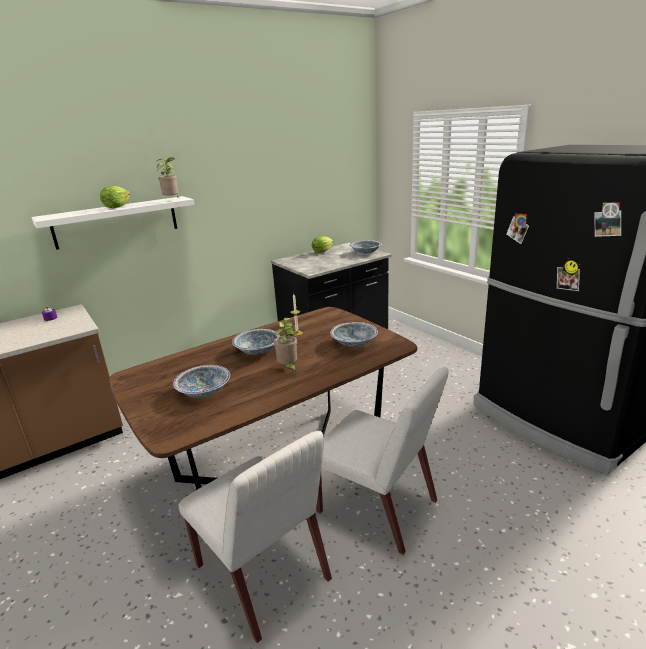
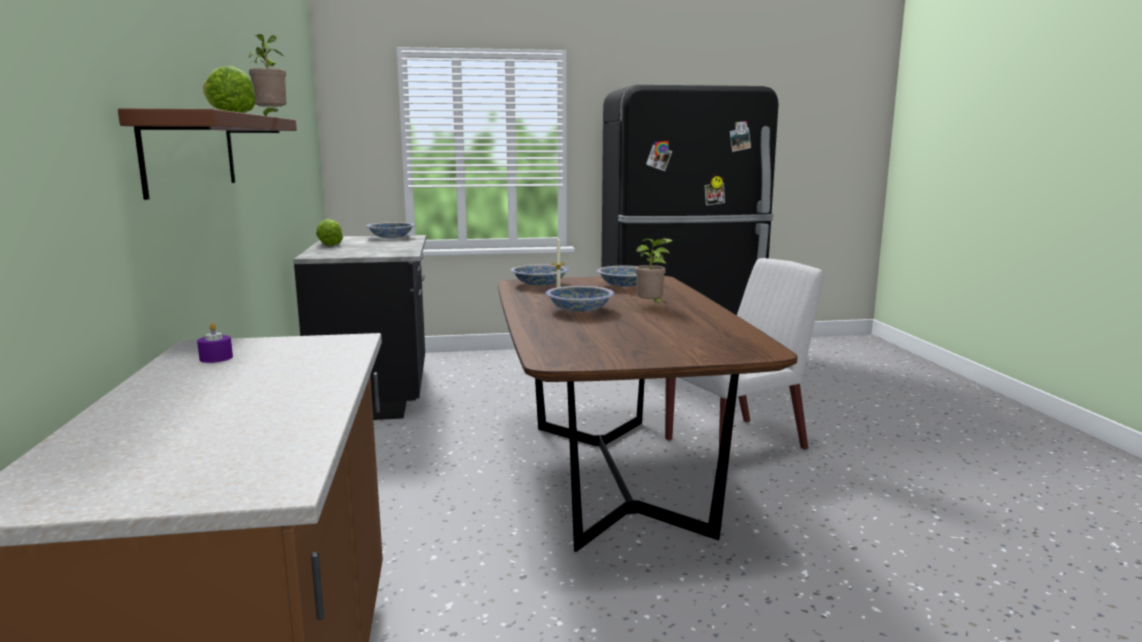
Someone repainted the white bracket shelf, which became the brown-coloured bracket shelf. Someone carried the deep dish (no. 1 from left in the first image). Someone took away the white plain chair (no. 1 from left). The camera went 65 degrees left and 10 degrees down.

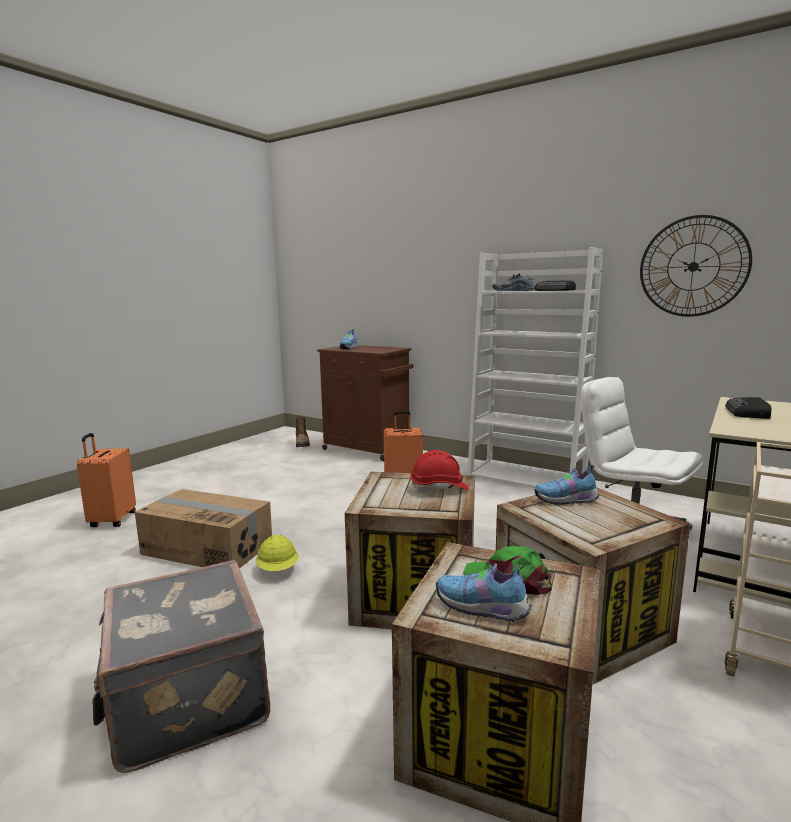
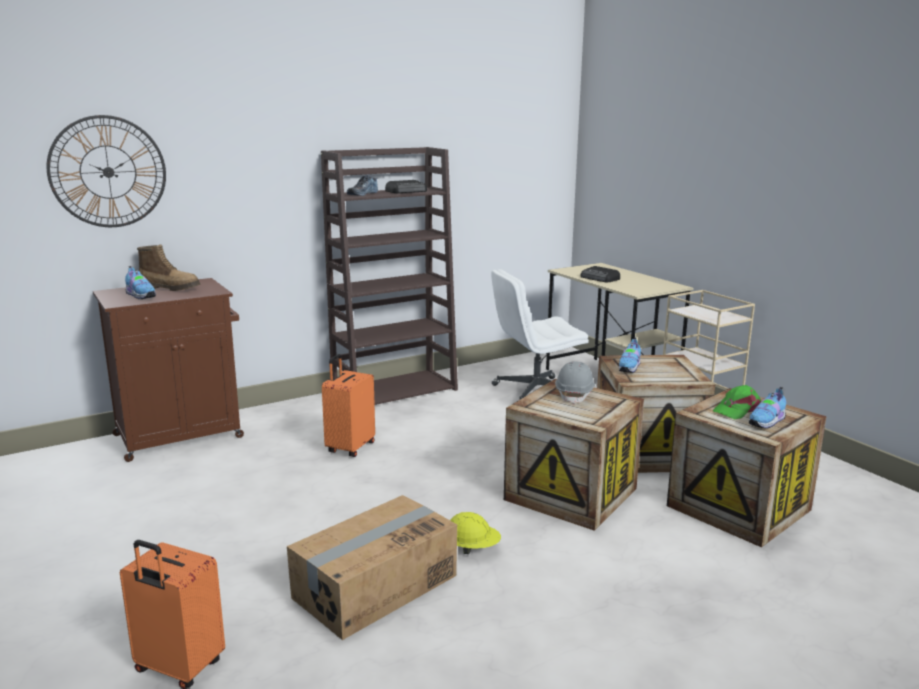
Someone carried the hanging clock. Someone carried the boot. Someone repainted the white shelving unit, which became the brown-coloured shelving unit. Someone repainted the reddish hard hat, which became the grey hard hat. Someone took away the grey piece of luggage. The camera went 65 degrees left and 5 degrees up.

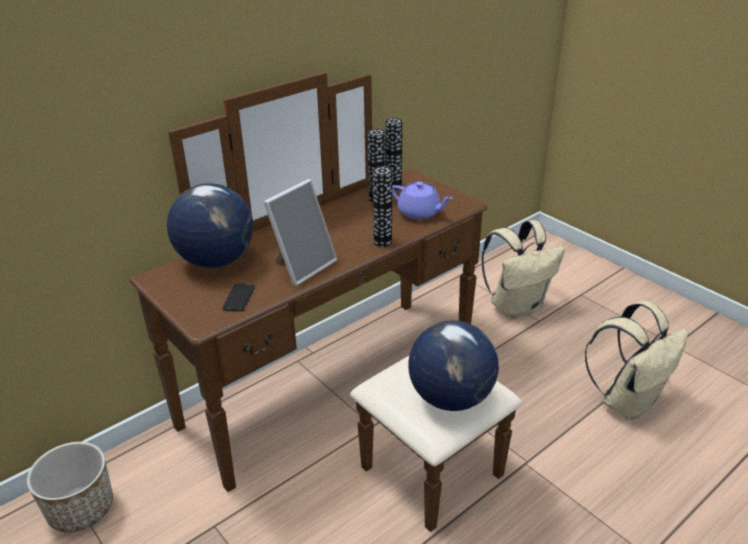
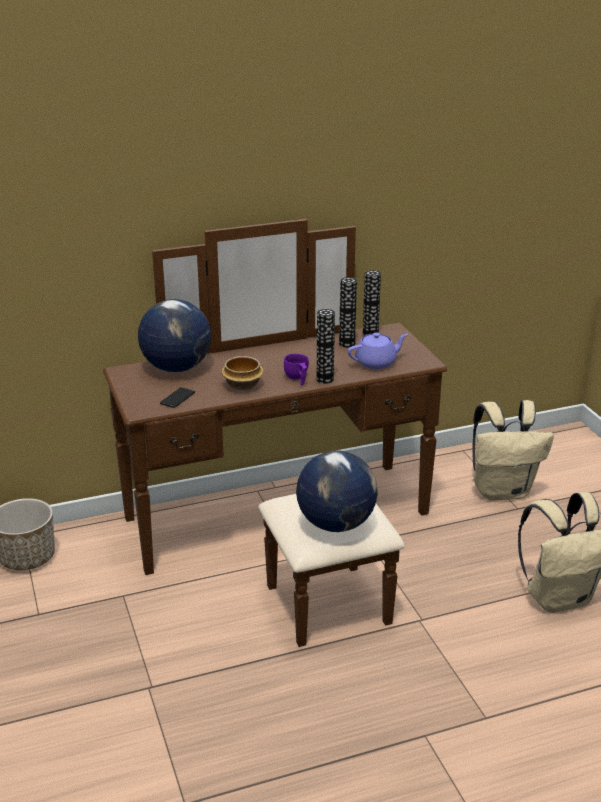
Someone swapped the photo frame for the deep dish. Someone put down the purple small cup. Someone rotated the purple tea pot by 75 degrees counterclockwise. The camera went 20 degrees right and 5 degrees down.

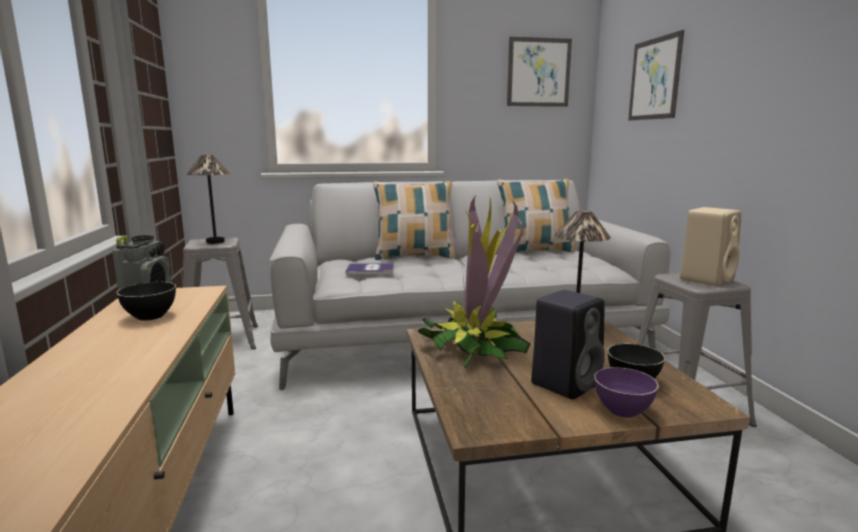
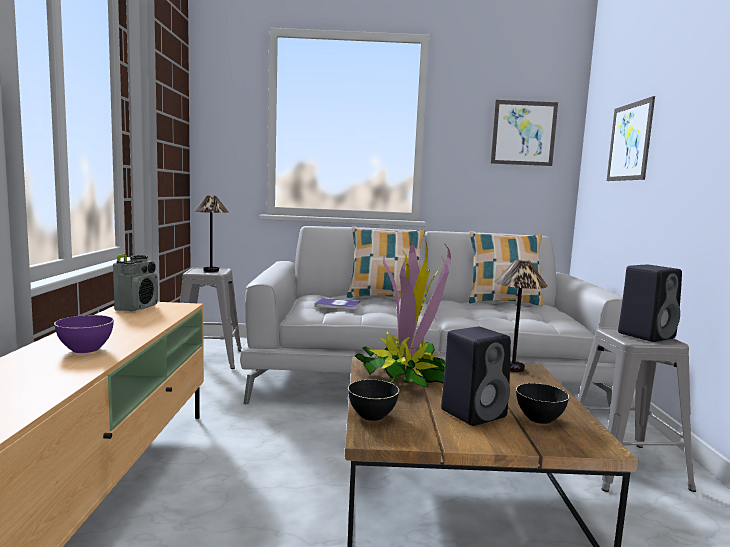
Someone carried the purple deep dish. Someone carried the black deep dish (no. 1 from left). Someone repainted the sand-coloured loudspeaker, which became the black loudspeaker (no. 2 from left). The camera went 10 degrees right and 5 degrees down.

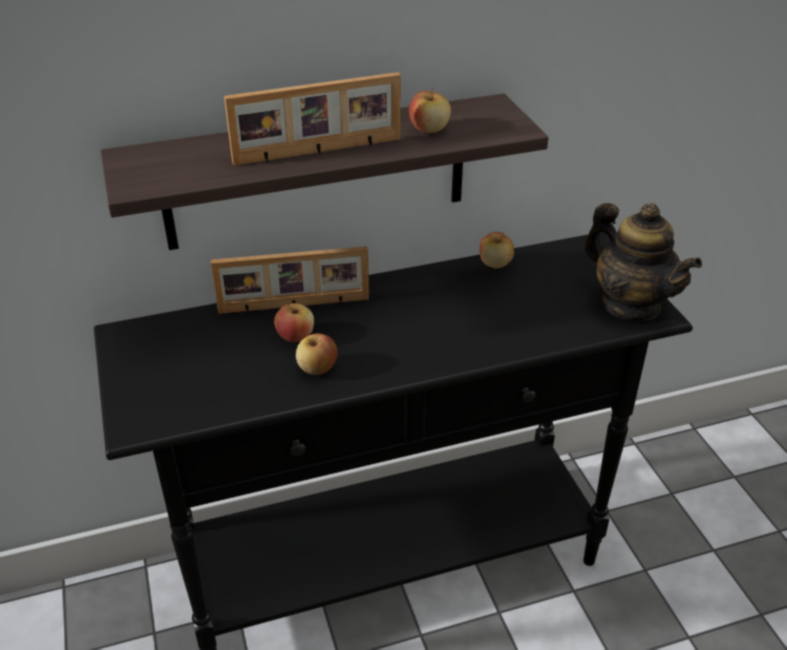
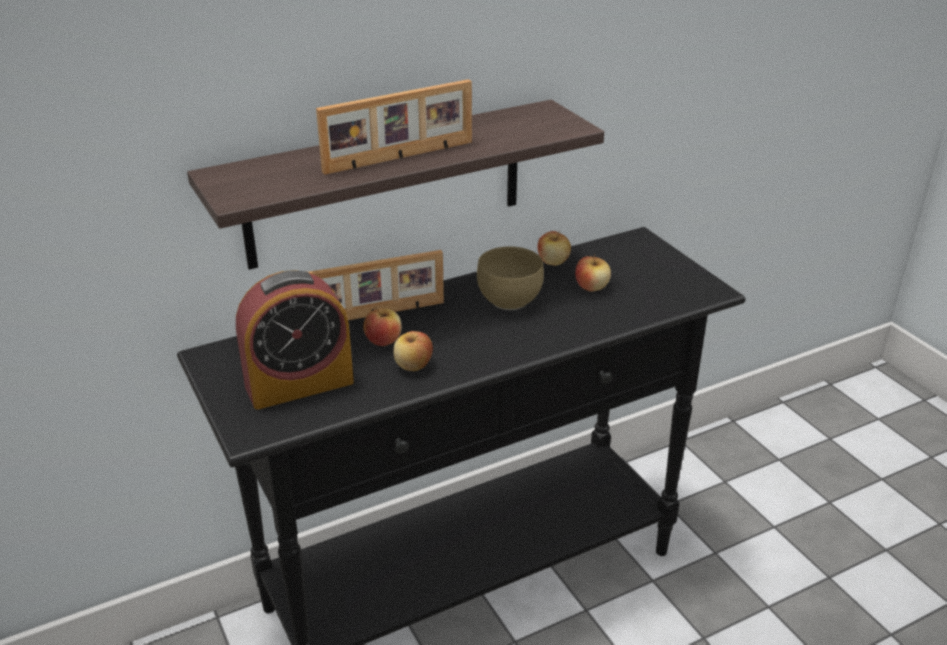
Someone put down the table clock. Someone put down the brown-coloured deep dish. Someone carried the apple fruit (no. 3 from left in the first image). Someone took away the tea pot. The camera went 10 degrees left and 5 degrees down.

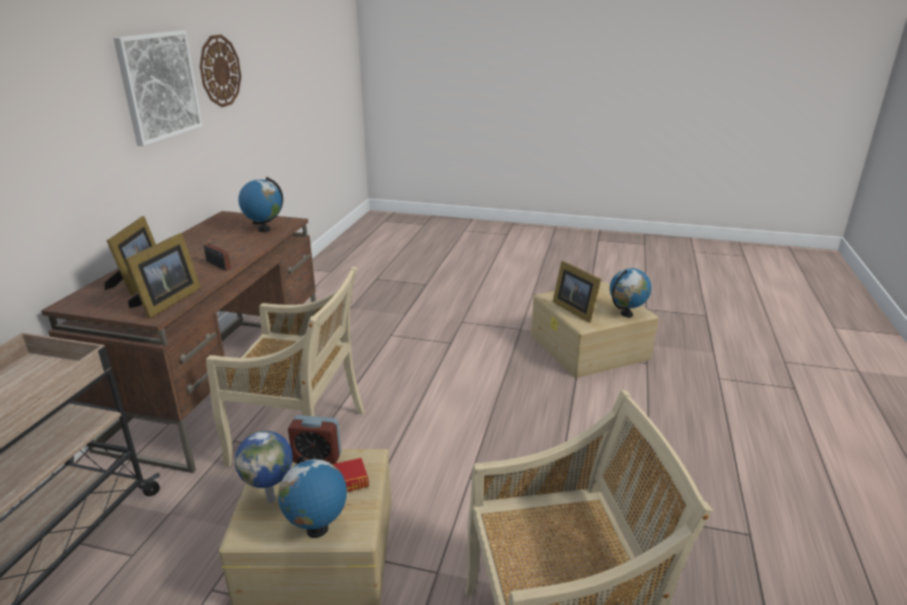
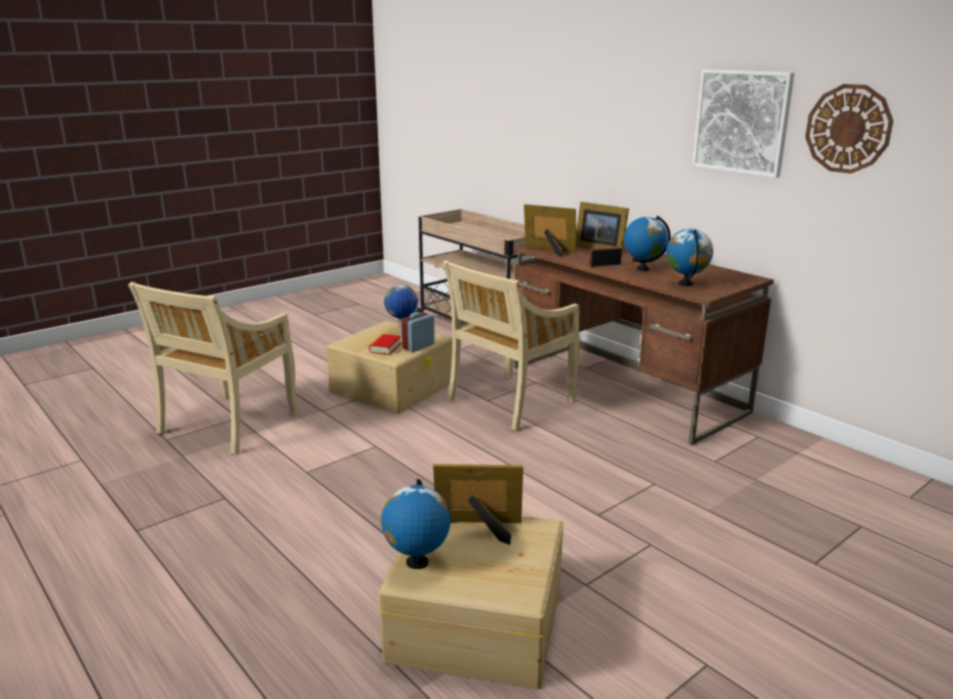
Someone rotated the photo frame (no. 2 from left) by 150 degrees clockwise. Someone carried the world globe (no. 3 from left). The camera went 125 degrees right and 5 degrees down.

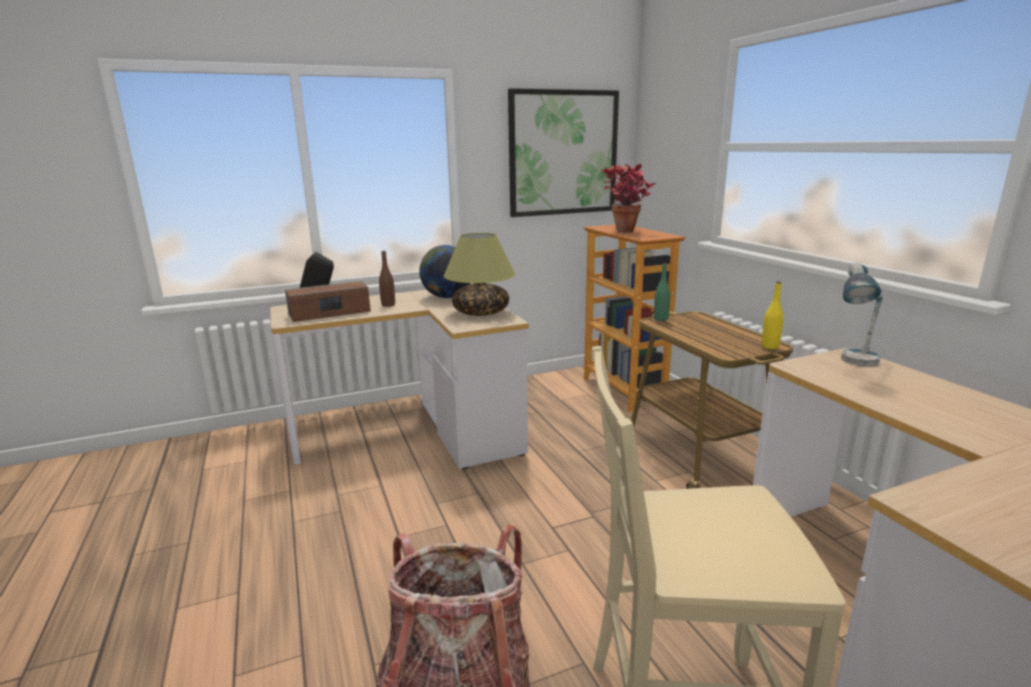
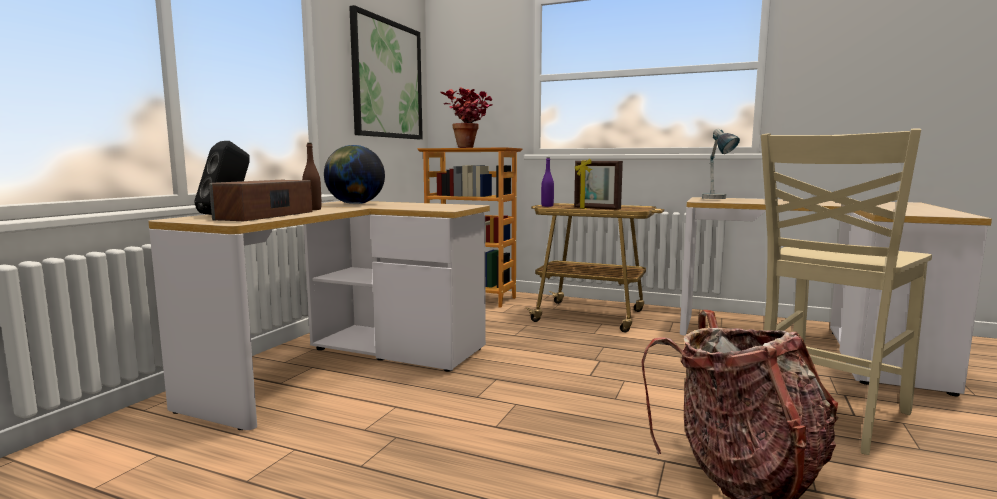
Someone repainted the green-coloured drink bottle, which became the purple drink bottle. Someone put down the photo frame. Someone took away the lamp for a table (no. 1 from left). Someone took away the yellow-coloured drink bottle. The camera went 45 degrees left and 10 degrees down.

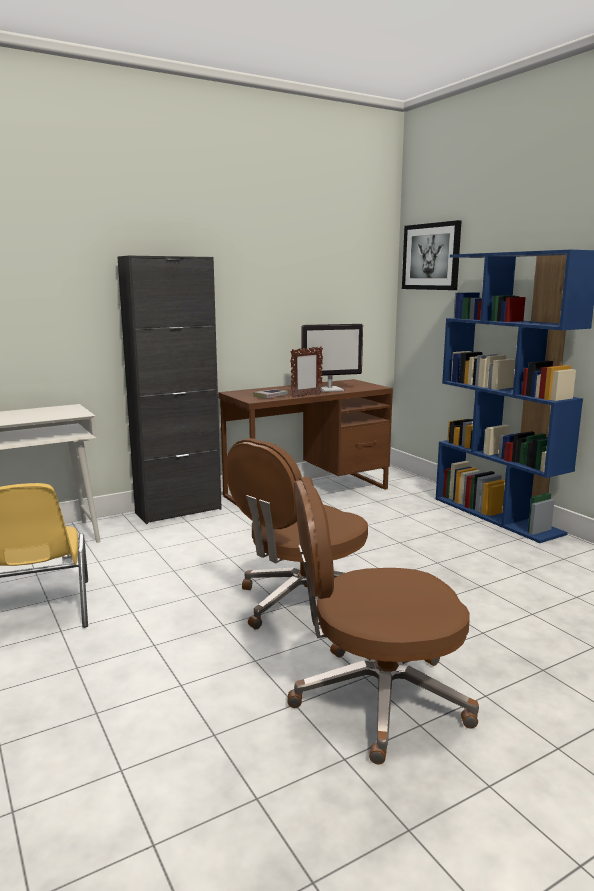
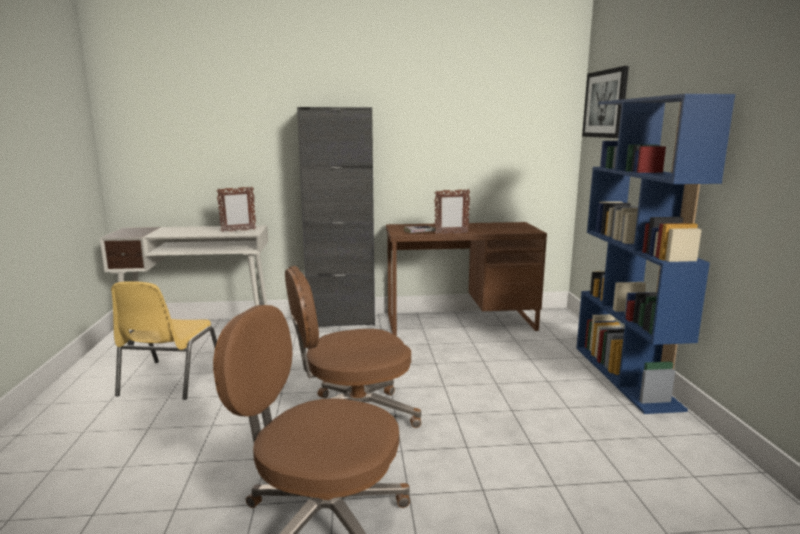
Someone put down the photo frame (no. 1 from left). Someone took away the computer screen. The camera went 25 degrees right and 0 degrees up.

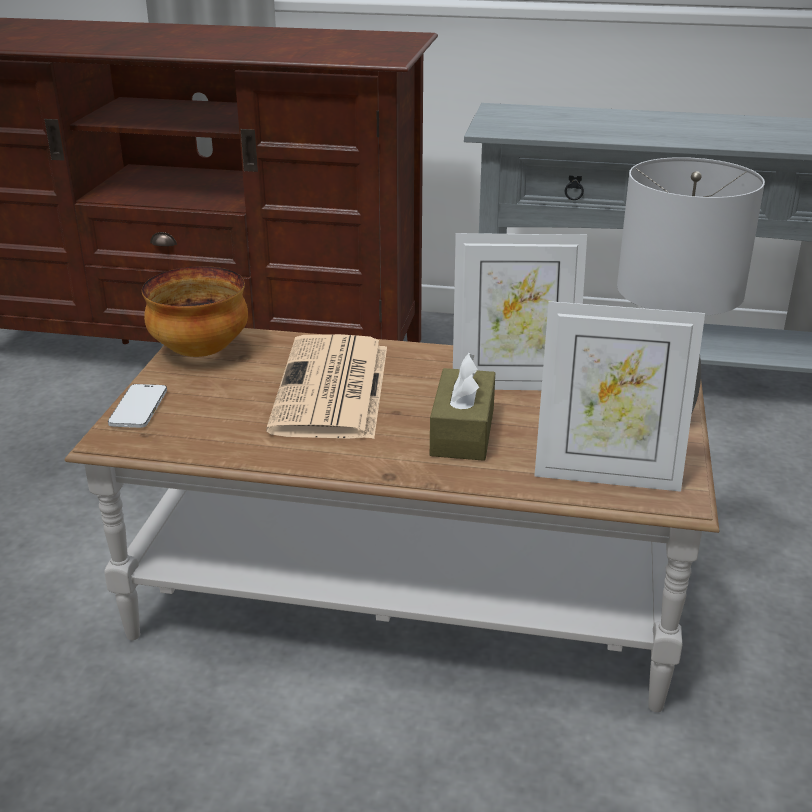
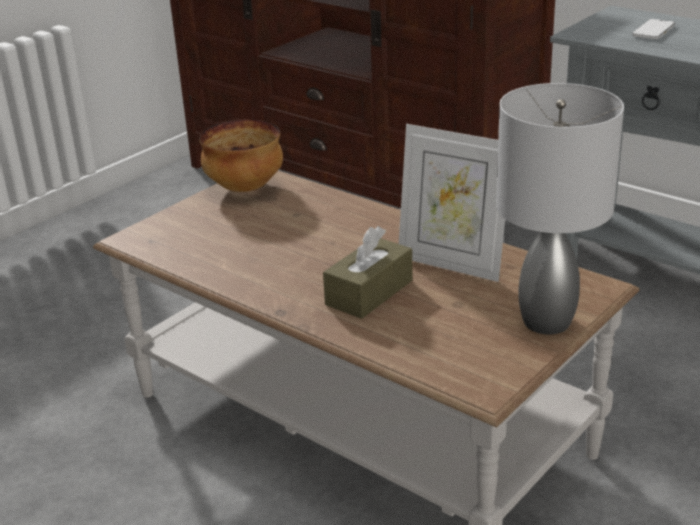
Someone carried the telephone. Someone took away the newspaper. Someone took away the photo frame (no. 2 from left). The camera went 30 degrees right and 0 degrees up.

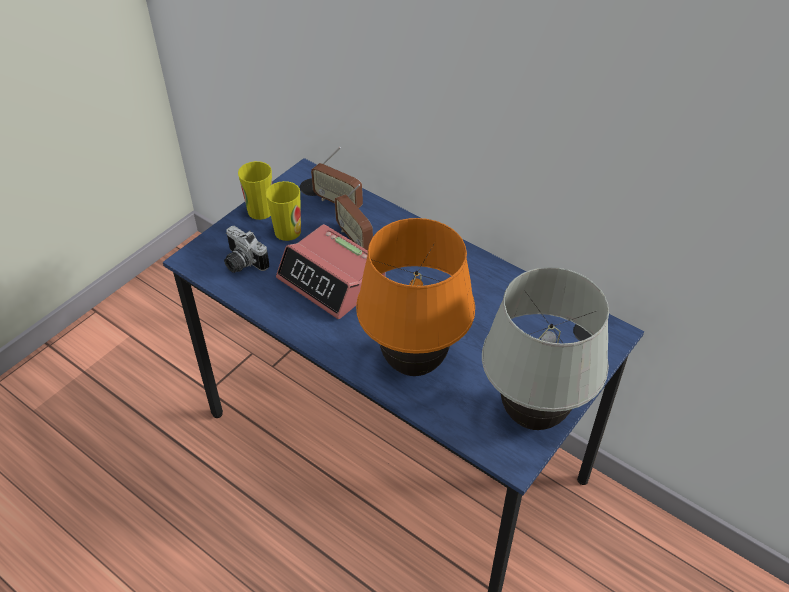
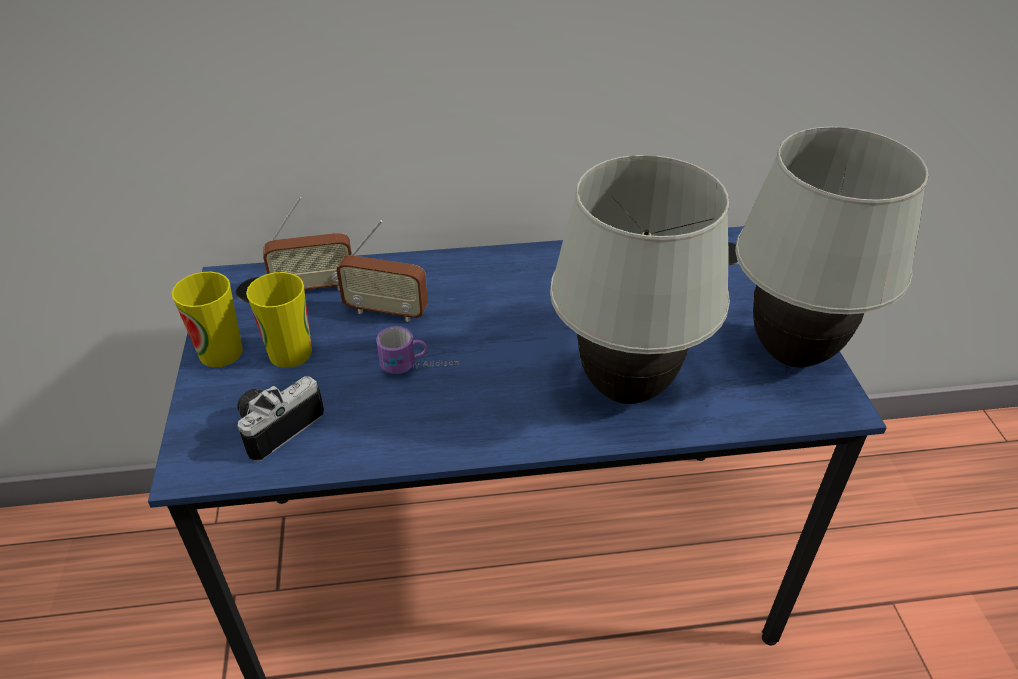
Someone rotated the still camera by 135 degrees clockwise. Someone swapped the table clock for the tea mug. Someone repainted the orange-coloured lamp for a table, which became the white lamp for a table (no. 1 from left). The camera went 45 degrees left and 5 degrees down.

